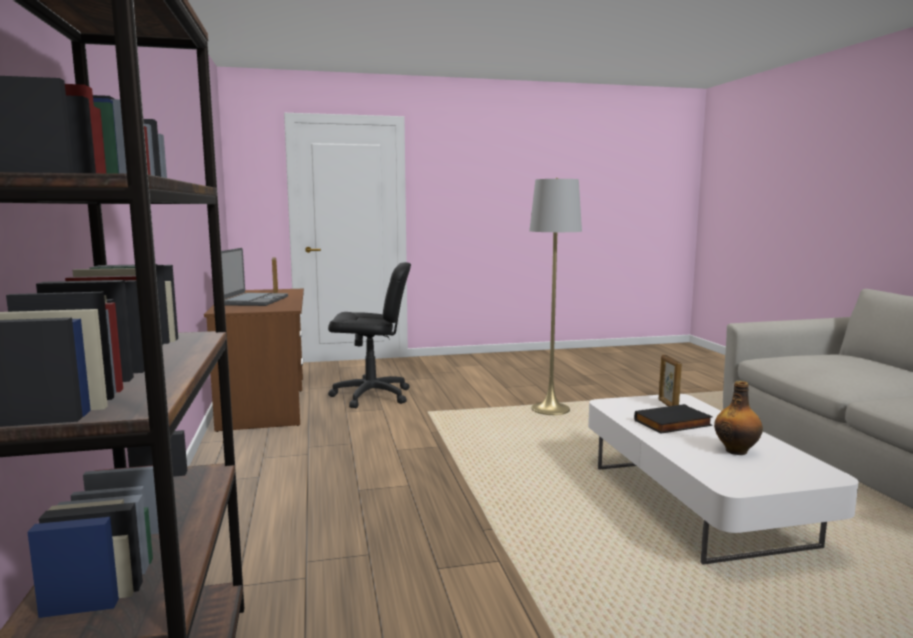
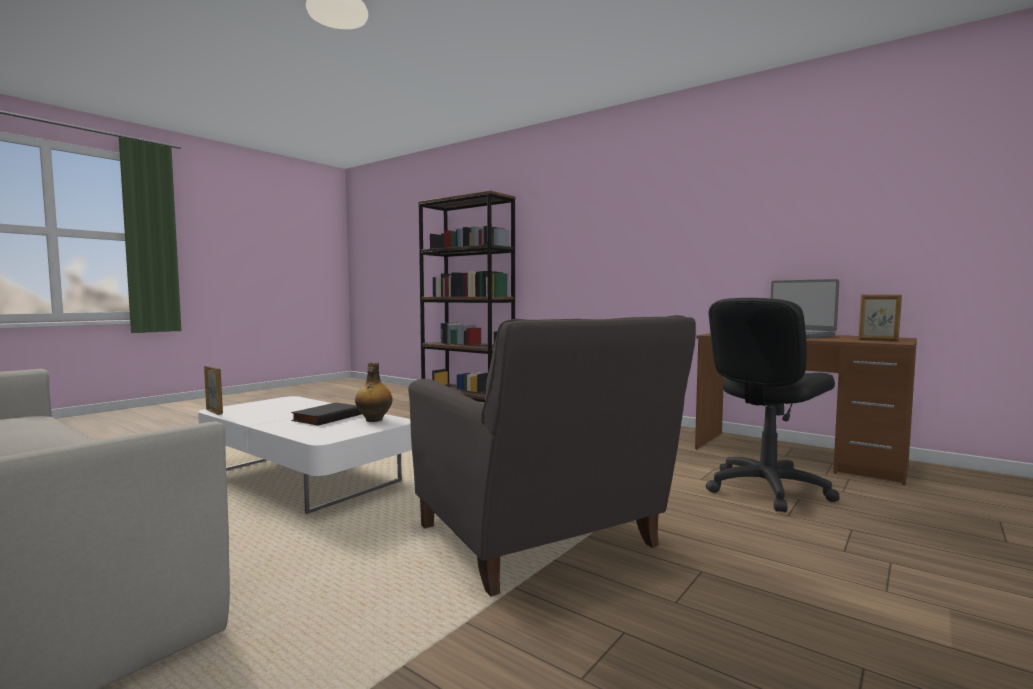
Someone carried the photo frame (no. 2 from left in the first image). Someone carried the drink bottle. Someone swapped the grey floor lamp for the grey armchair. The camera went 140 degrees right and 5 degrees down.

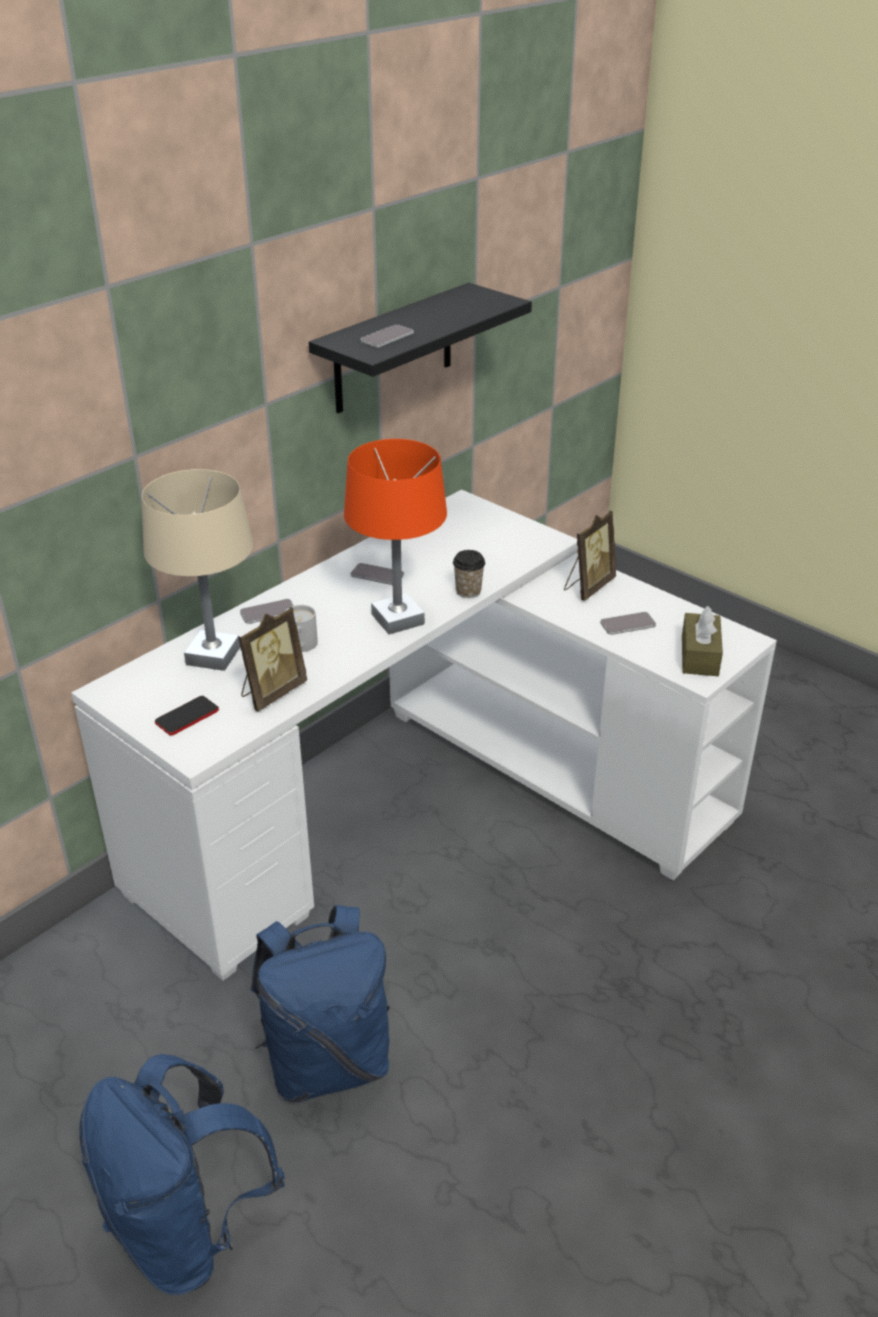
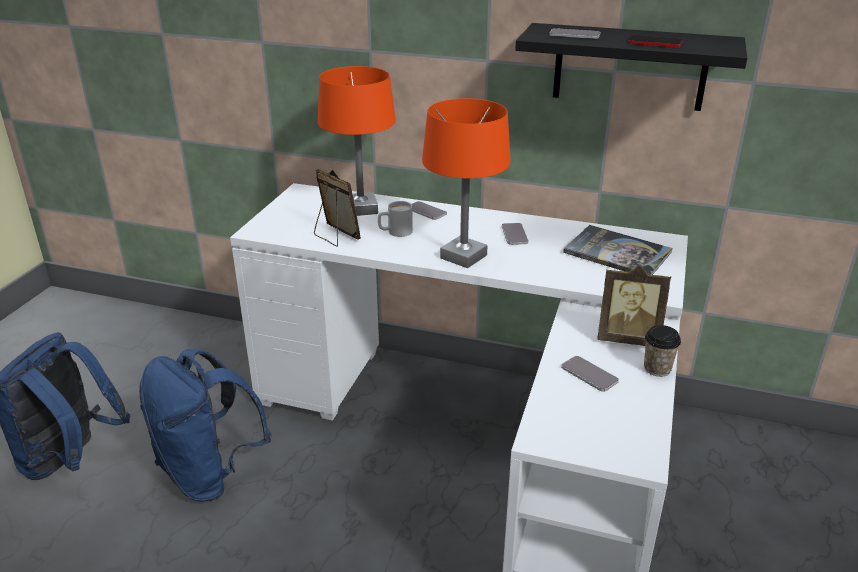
Someone rotated the photo frame (no. 1 from left) by 150 degrees counterclockwise. Someone repainted the sand-coloured lamp for a table, which became the orange-coloured lamp for a table (no. 1 from left). Someone put down the book. Someone carried the telephone (no. 1 from left in the first image). Someone carried the small cup. Someone took away the brown-coloured tissue holder. The camera went 65 degrees right and 5 degrees down.

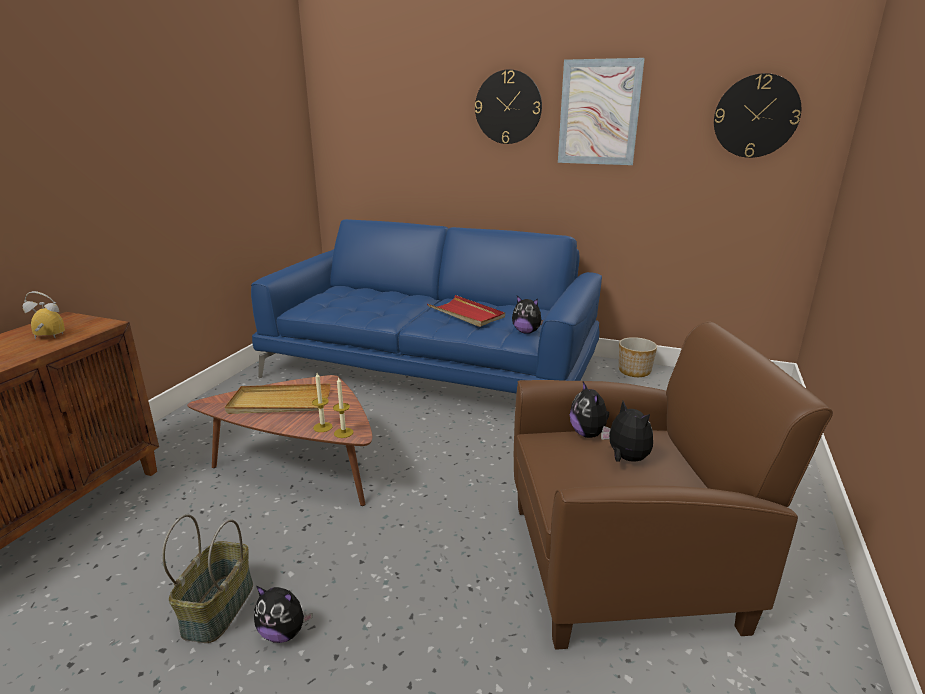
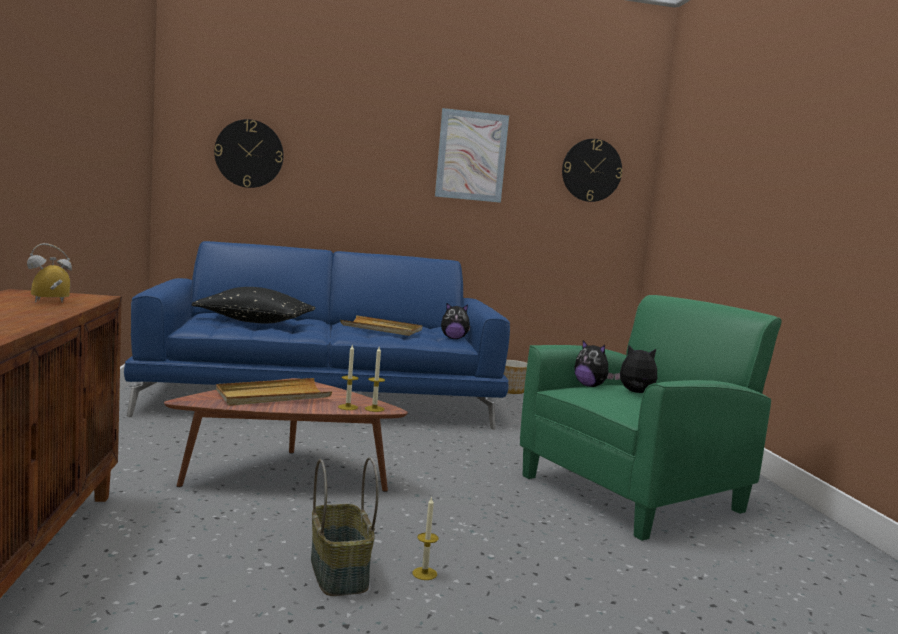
Someone put down the black throw pillow. Someone carried the hanging clock (no. 1 from left). Someone repainted the reddish carrying tray, which became the sand-coloured carrying tray (no. 2 from left). Someone swapped the soft toy (no. 1 from left) for the wax candle (no. 3 from left). Someone repainted the brown-coloured armchair, which became the green-coloured armchair. The camera went 30 degrees left and 15 degrees down.

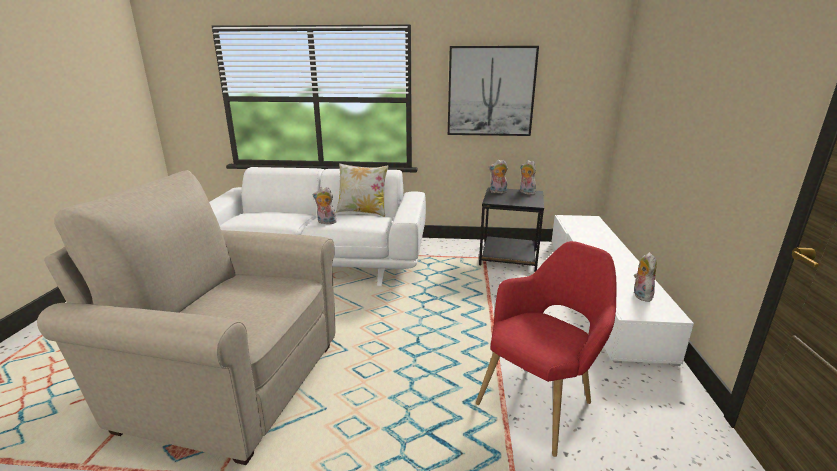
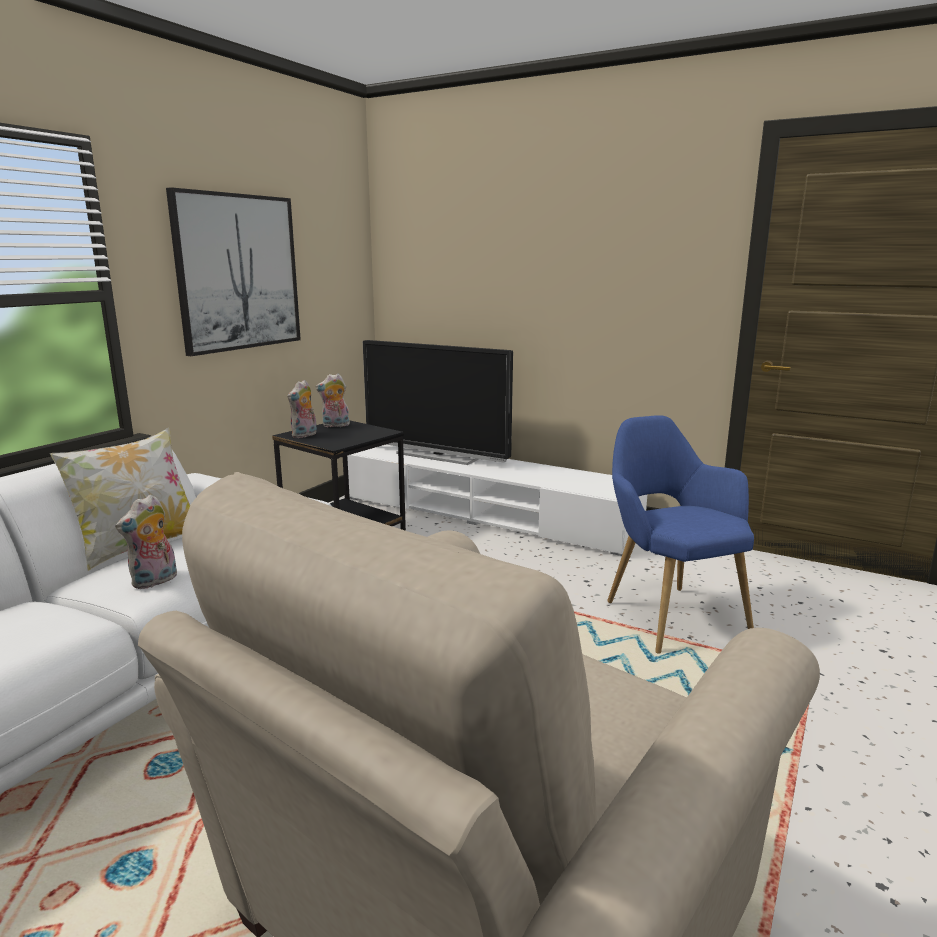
Someone put down the television. Someone repainted the reddish armchair, which became the bluish armchair. Someone took away the soft toy (no. 4 from left). The camera went 65 degrees left and 5 degrees down.

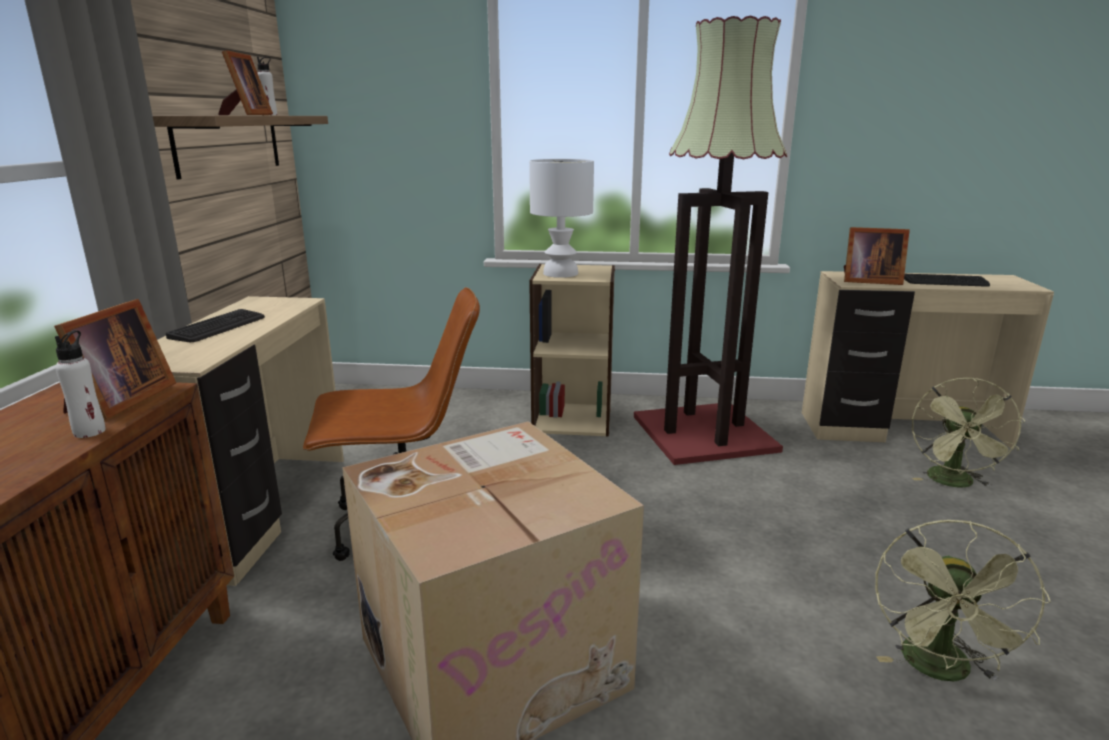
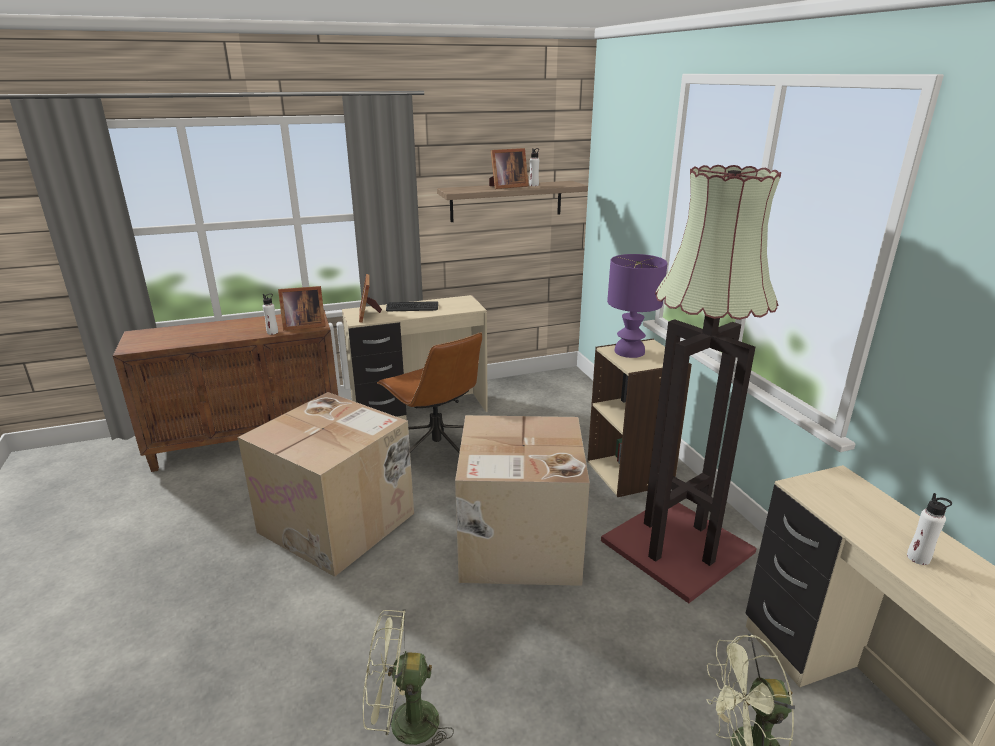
Someone carried the photo frame (no. 3 from left in the first image). Someone put down the cardboard box (no. 2 from left). Someone repainted the white lamp for a table, which became the purple lamp for a table. Someone swapped the computer keyboard (no. 2 from left) for the white drink bottle (no. 3 from left). The camera went 65 degrees right and 5 degrees up.

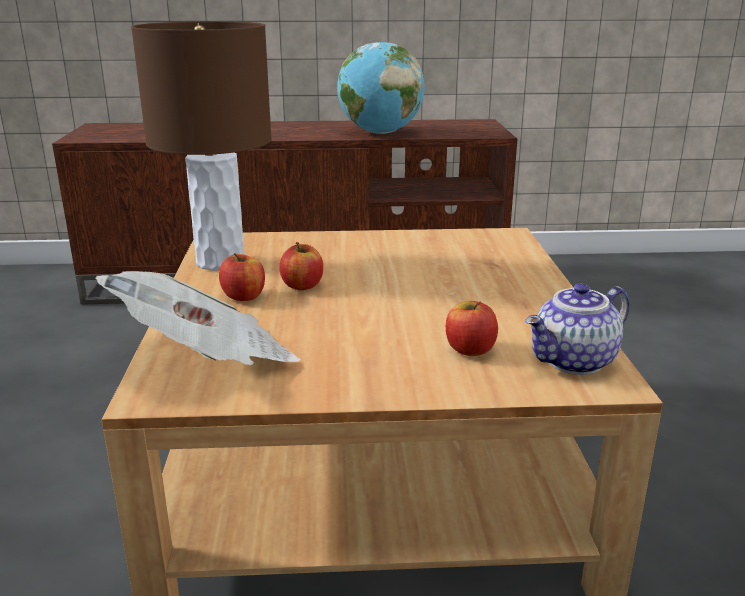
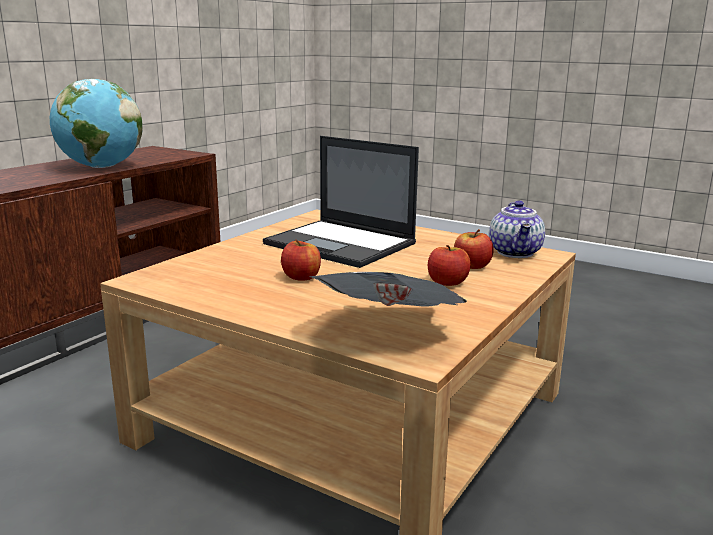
Someone put down the portable computer. Someone carried the apple fruit (no. 1 from left in the first image). Someone took away the brown-coloured lamp for a table. The camera went 55 degrees left and 5 degrees down.

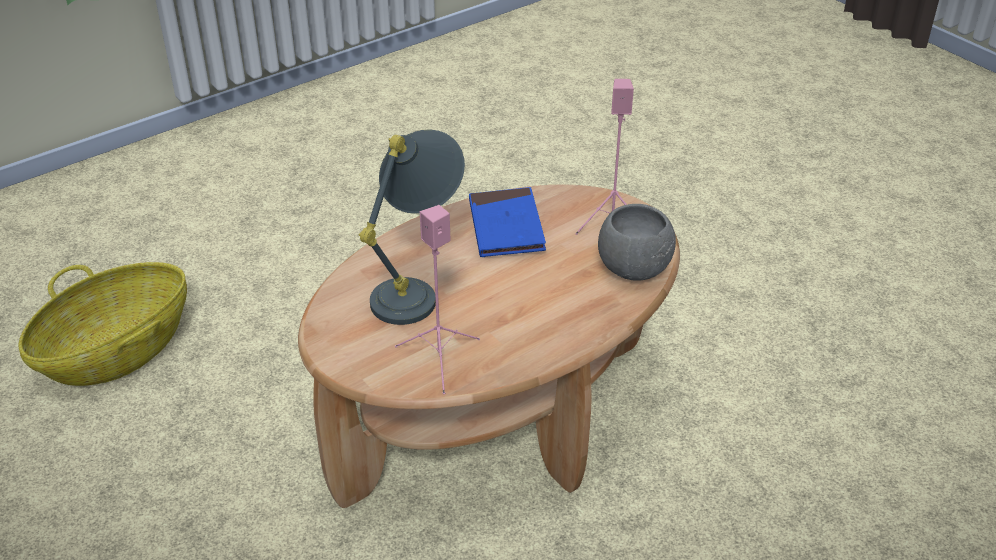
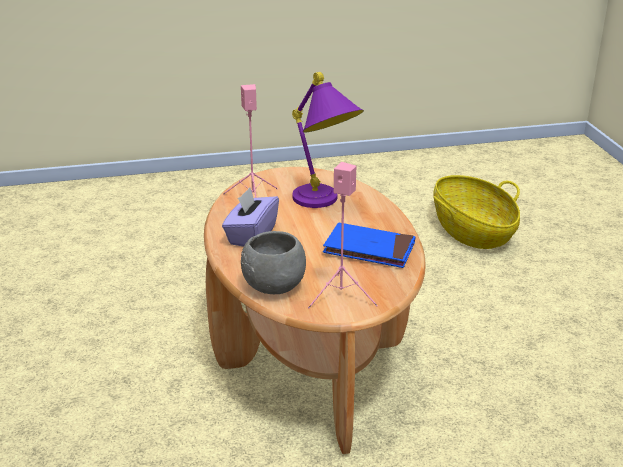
Someone put down the purple tissue holder. Someone repainted the grey lamp for a table, which became the purple lamp for a table. The camera went 115 degrees right and 10 degrees down.

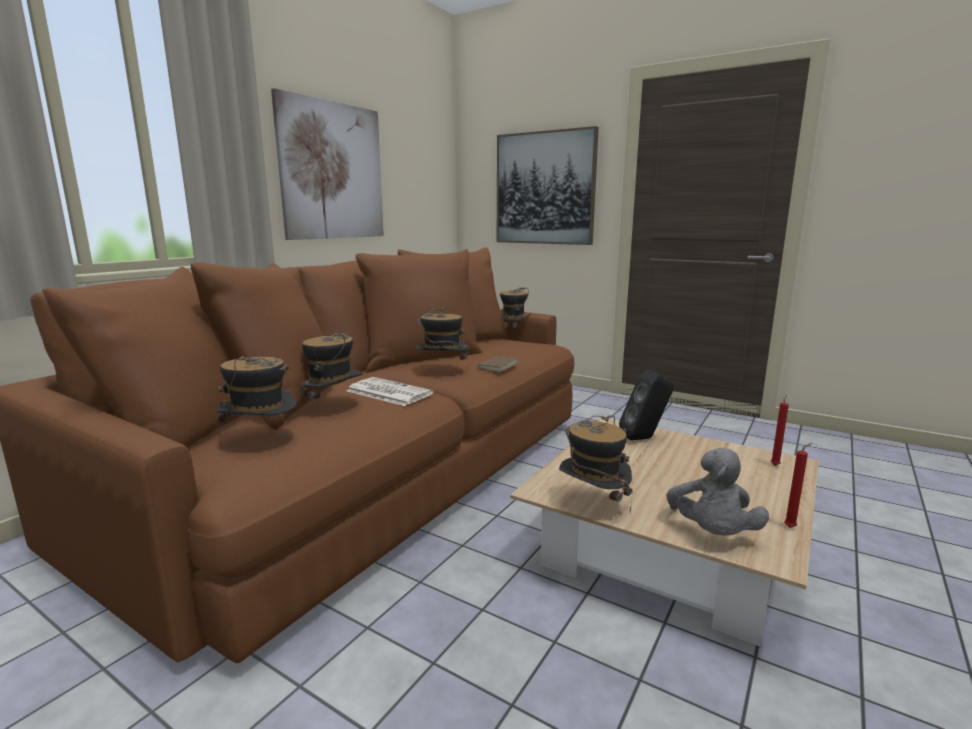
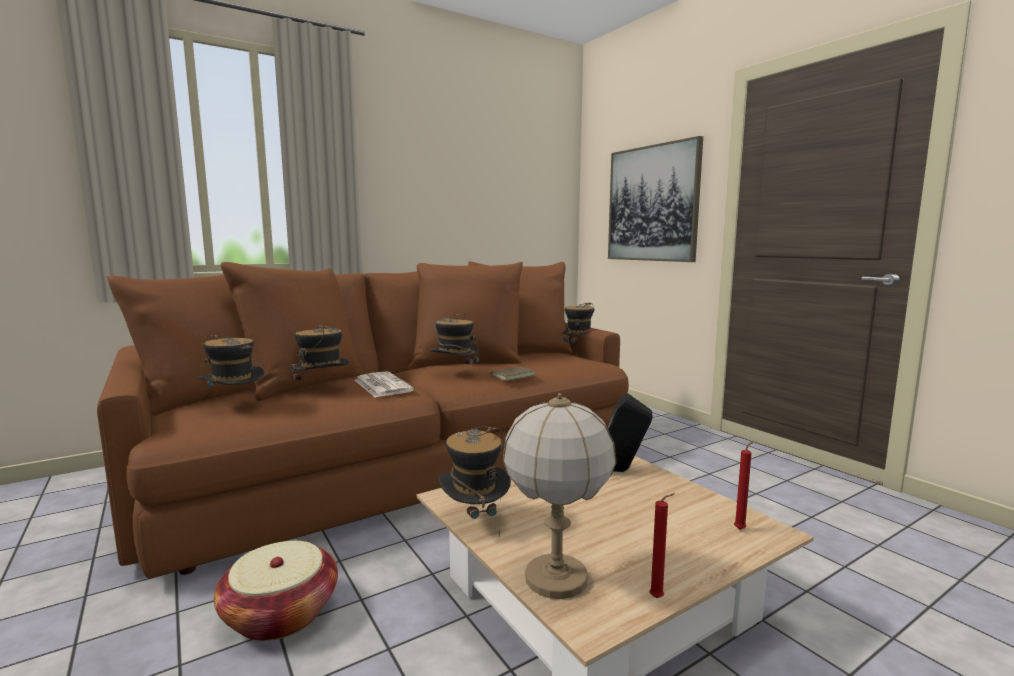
Someone put down the household basket. Someone swapped the grey soft toy for the lamp for a table. Someone took away the wall art (no. 1 from left). The camera went 25 degrees right and 5 degrees down.

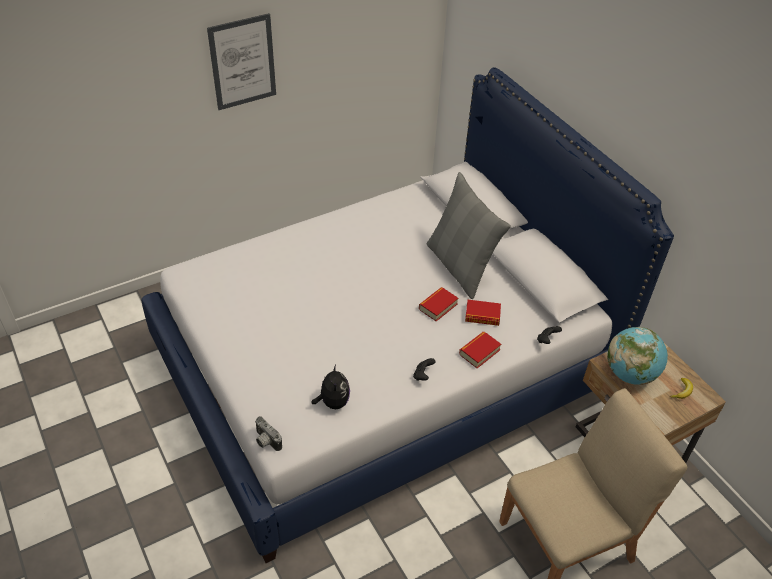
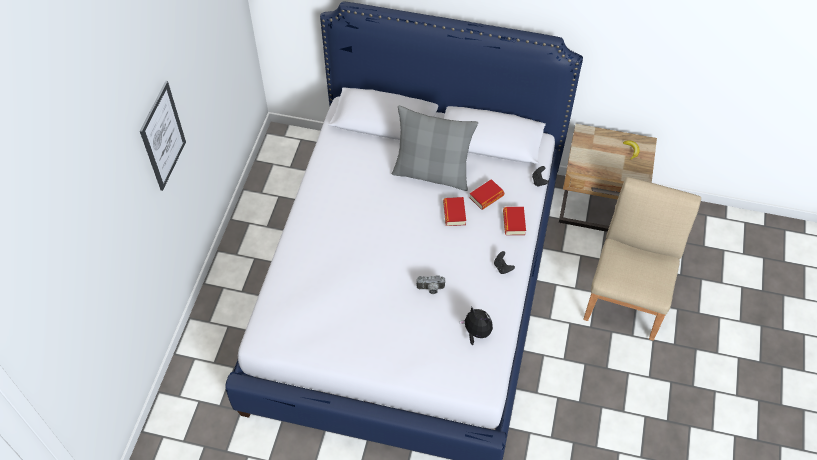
Someone carried the still camera. Someone took away the world globe. The camera went 45 degrees left and 10 degrees up.

